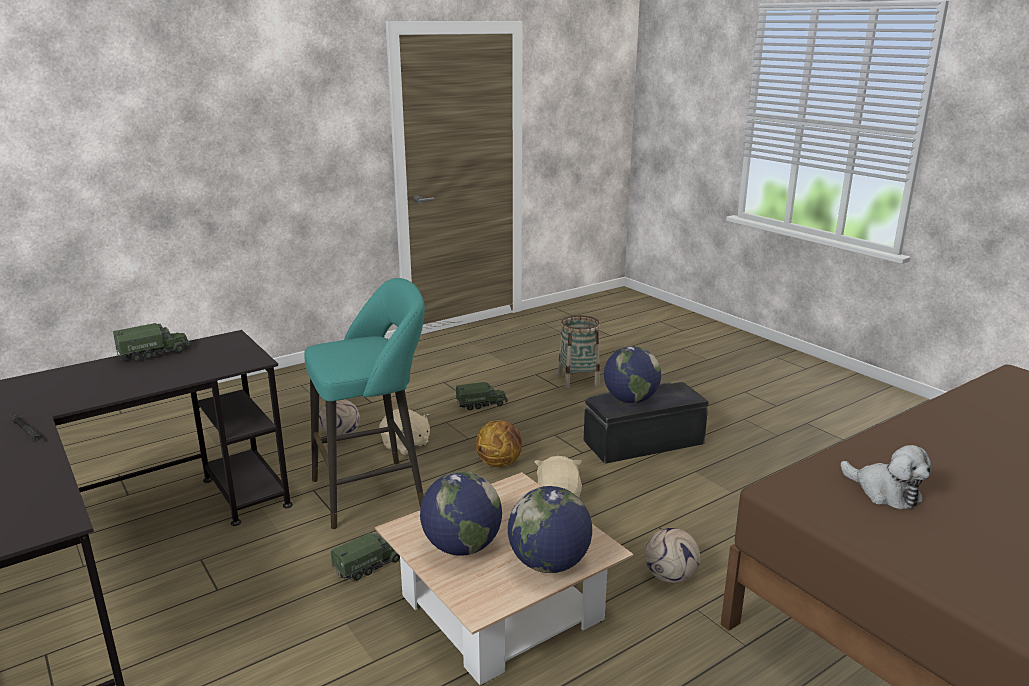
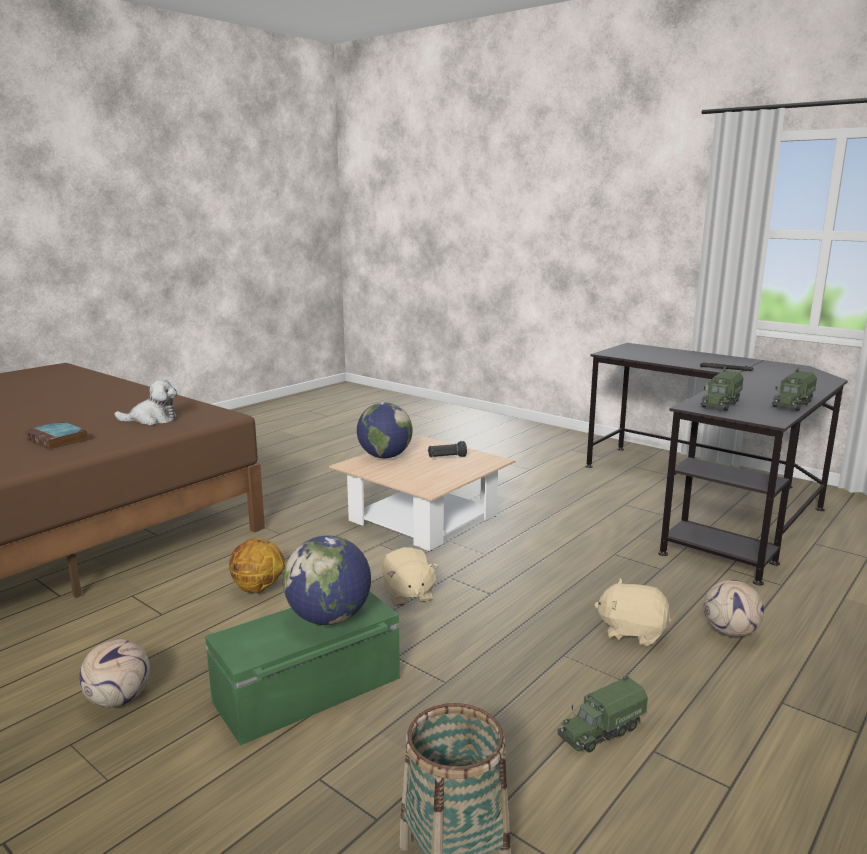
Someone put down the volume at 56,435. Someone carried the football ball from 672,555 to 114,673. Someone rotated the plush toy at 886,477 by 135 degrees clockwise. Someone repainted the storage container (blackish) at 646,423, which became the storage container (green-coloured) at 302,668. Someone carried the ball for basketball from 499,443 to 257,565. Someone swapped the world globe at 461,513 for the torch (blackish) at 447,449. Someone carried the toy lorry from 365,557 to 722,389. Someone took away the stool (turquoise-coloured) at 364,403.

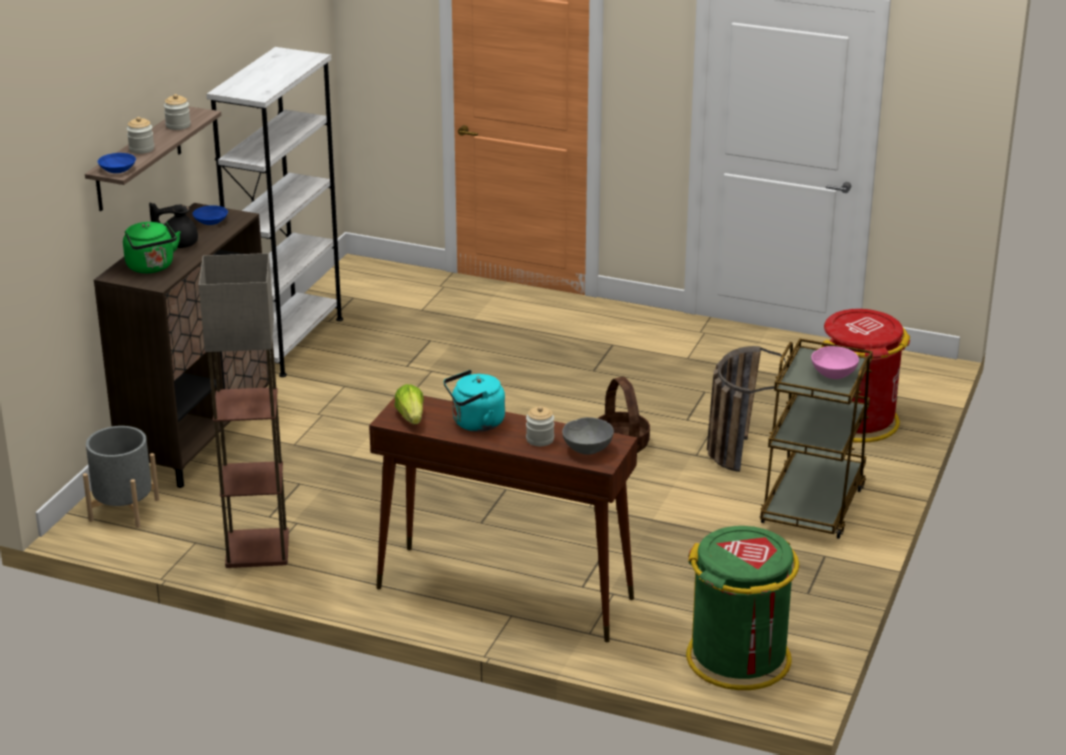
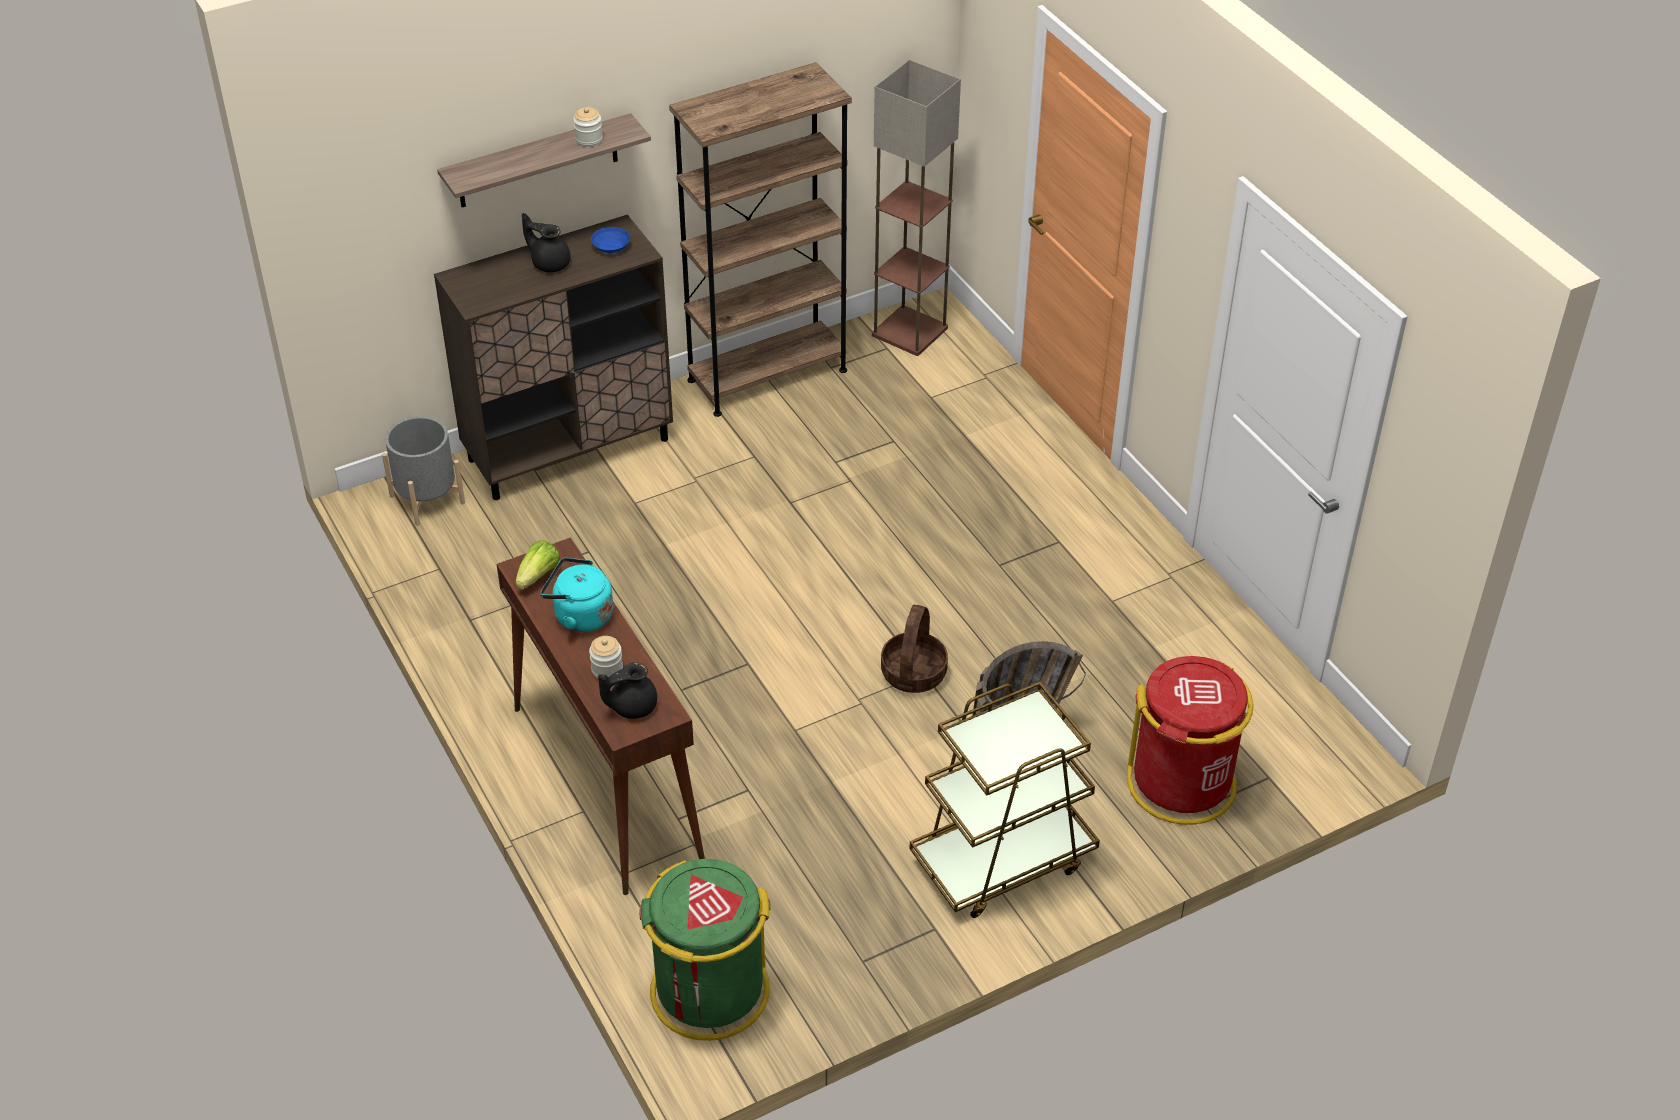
Someone swapped the deep dish (greyish) at 588,436 for the teapot (blackish) at 627,690. Someone repainted the bookshelf (white-coloured) at 274,212, which became the bookshelf (brown) at 760,239. Someone carried the floor lamp from 244,410 to 916,208. Someone took away the deep dish (blue) at 116,163. Someone took away the water kettle (green-coloured) at 151,247. Someone took away the storage jar at 140,135. Someone took away the deep dish (pink-coloured) at 835,362.

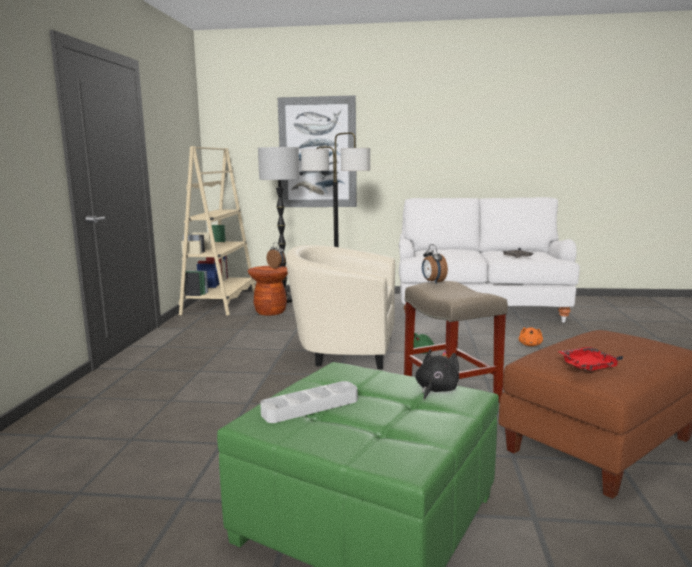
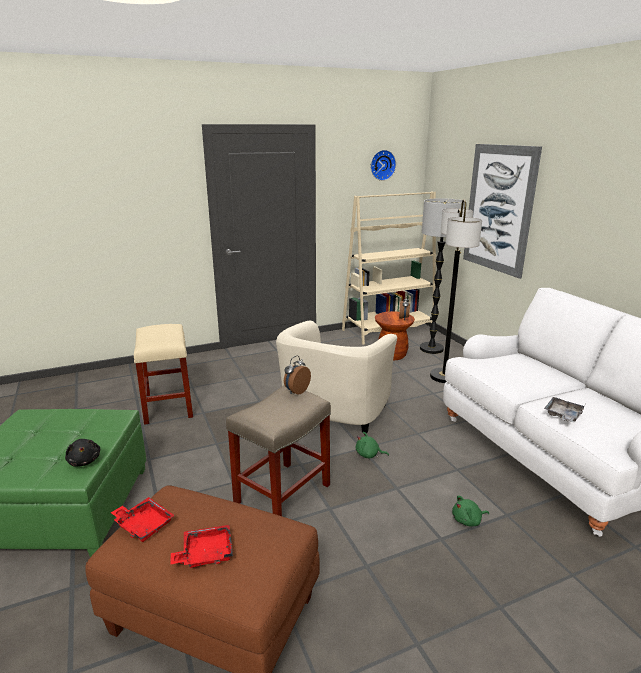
Someone rotated the plush toy (blackish) at 437,374 by 60 degrees clockwise. Someone put down the stool (sand-coloured) at 163,374. Someone put down the tray (red-coloured) at 201,546. Someone rotated the armchair (sand-coloured) at 340,307 by 135 degrees counterclockwise. Someone put up the clock on the wall at 383,165. Someone repainted the plush toy (orange) at 531,336, which became the plush toy (green-coloured) at 470,511. Someone took away the tray (greyish) at 309,402.

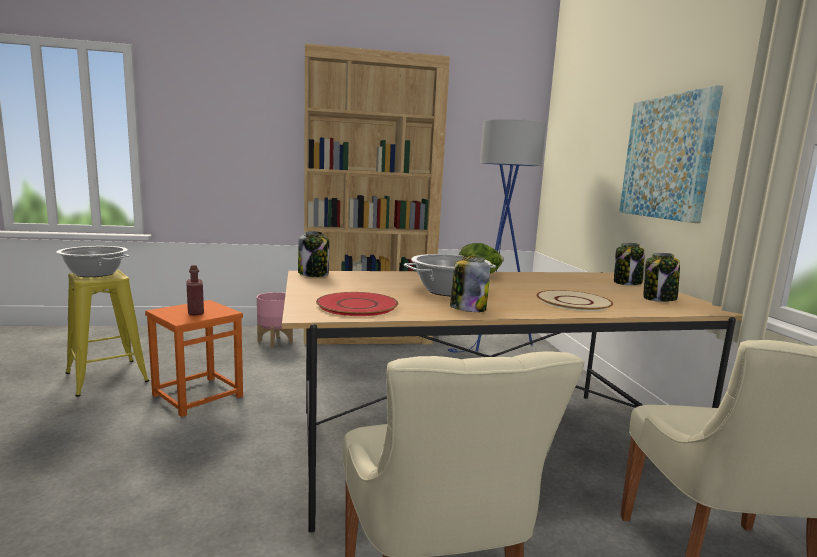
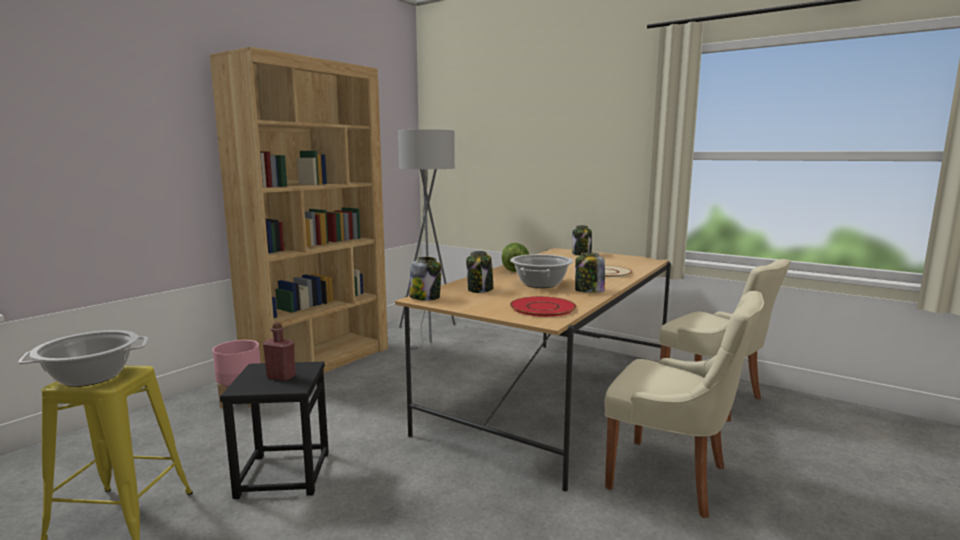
Someone repainted the stool (orange) at 194,358, which became the stool (blackish) at 274,430. Someone repainted the floor lamp (blue) at 497,235, which became the floor lamp (greyish) at 426,239. Someone carried the storage jar from 661,277 to 479,272. Someone took away the wall picture at 671,154.

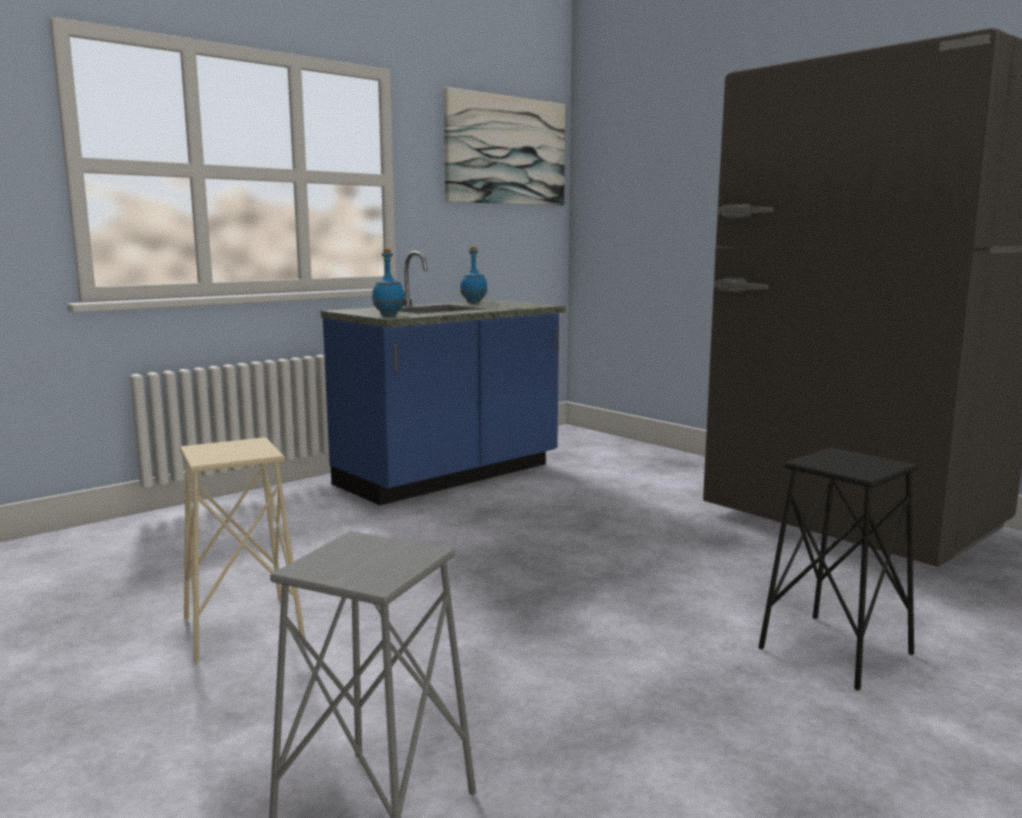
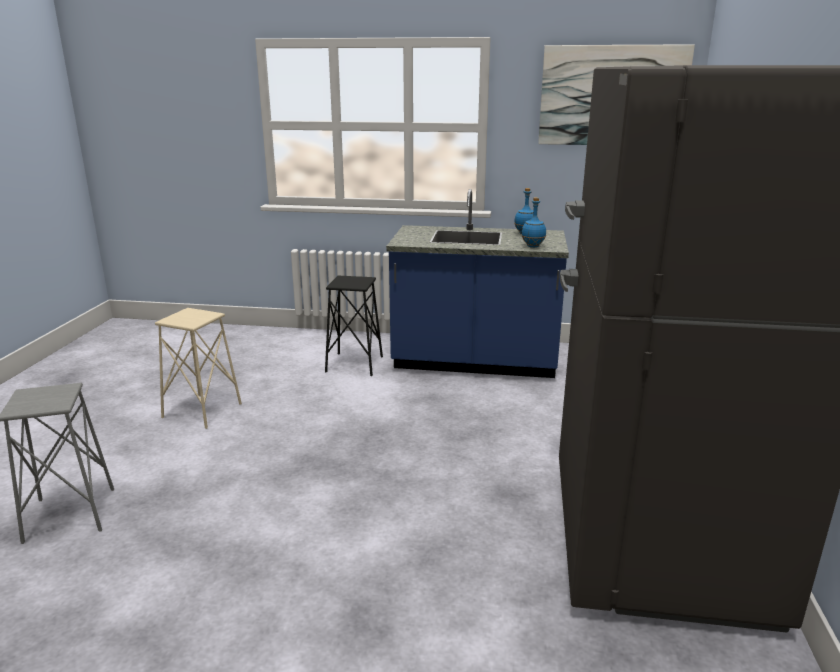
Someone carried the stool (blackish) from 838,569 to 354,326. Someone carried the bottle (blue) from 388,282 to 533,222.

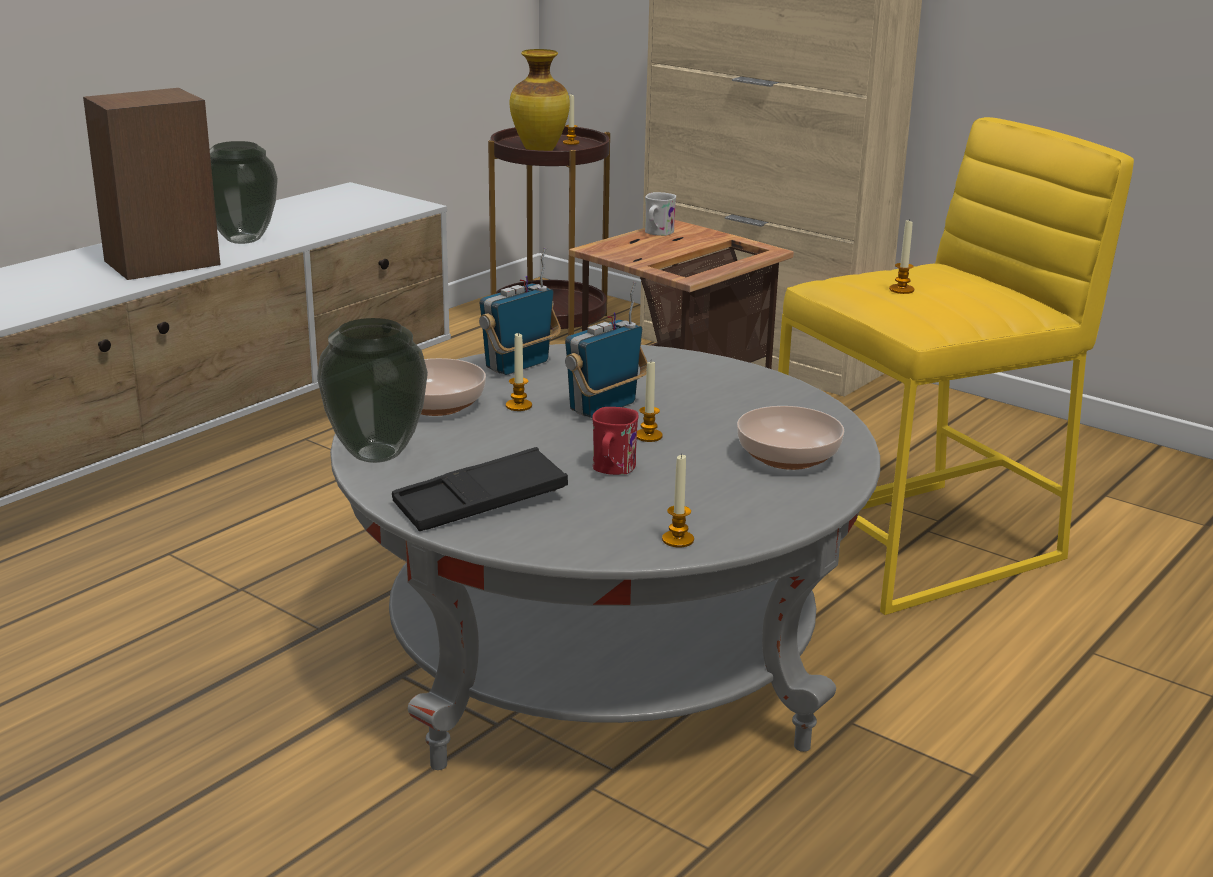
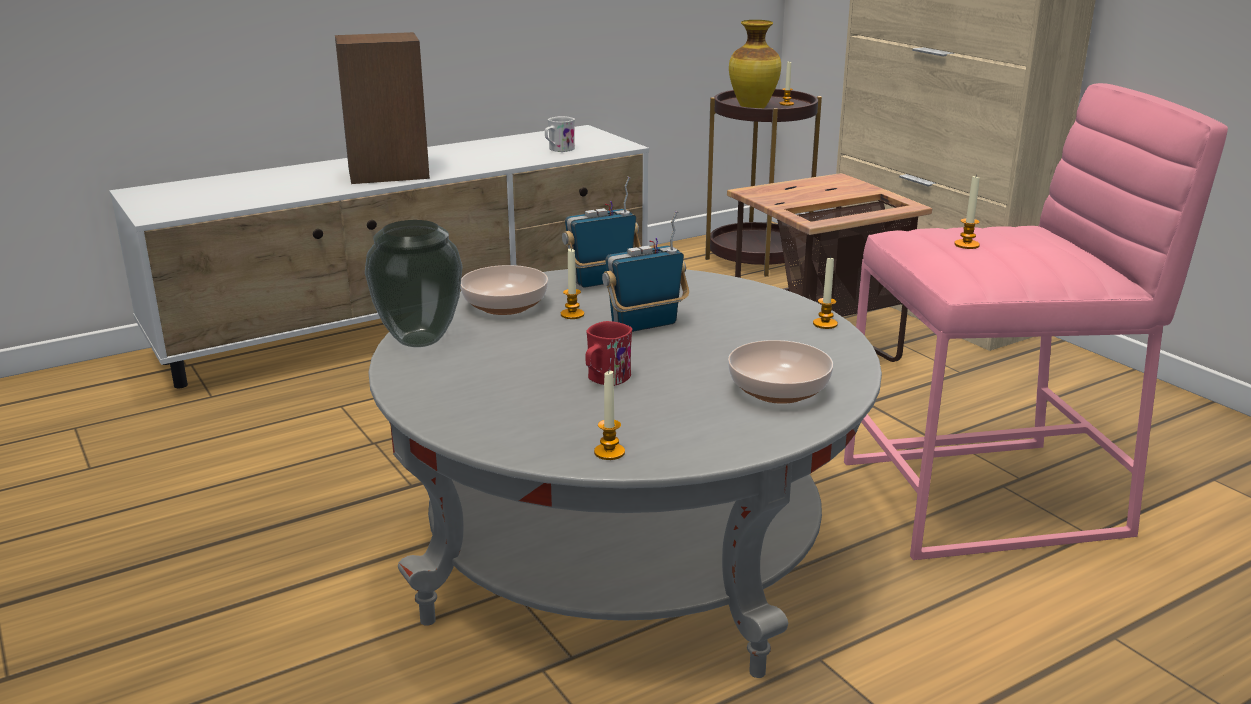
Someone carried the coffee mug (white-coloured) from 660,214 to 560,134. Someone carried the wax candle from 650,402 to 825,292. Someone repainted the stool (yellowish) at 956,366, which became the stool (pink-coloured) at 1036,321. Someone took away the vase at 244,192. Someone took away the tray (blackish) at 480,489.

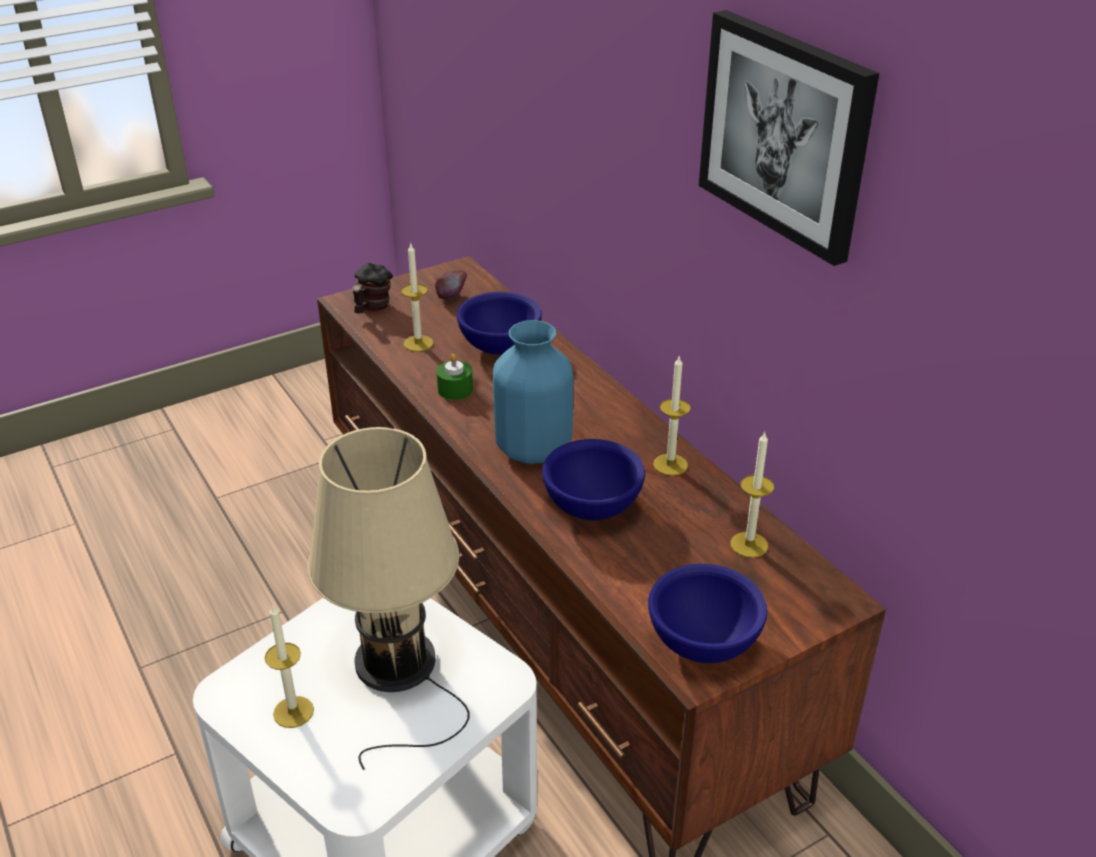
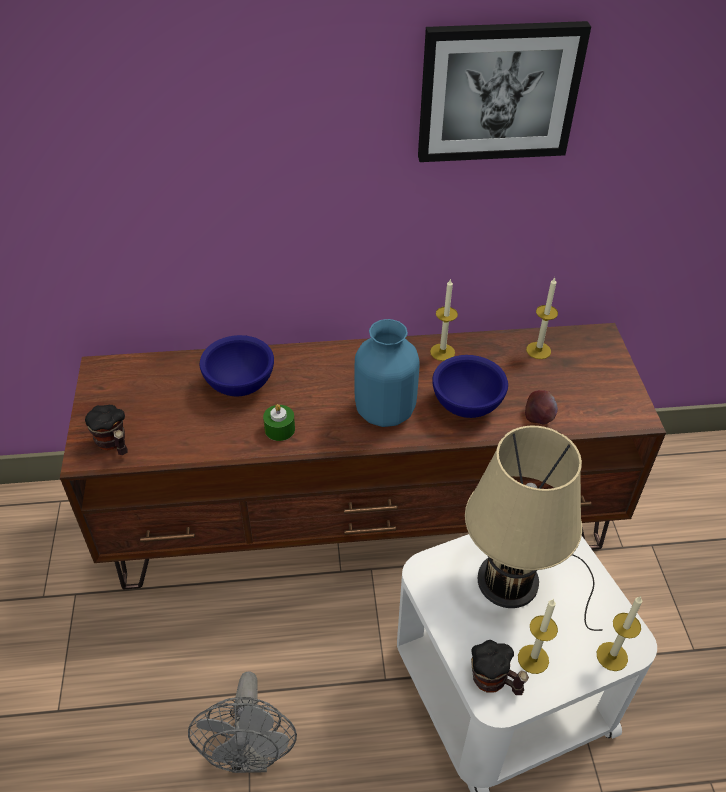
Someone put down the electric fan (greyish) at 242,722. Someone put down the coffee mug at 500,667. Someone carried the apple from 451,284 to 541,407. Someone carried the wax candle from 417,298 to 619,633. Someone took away the deep dish (blue) at 707,613.

